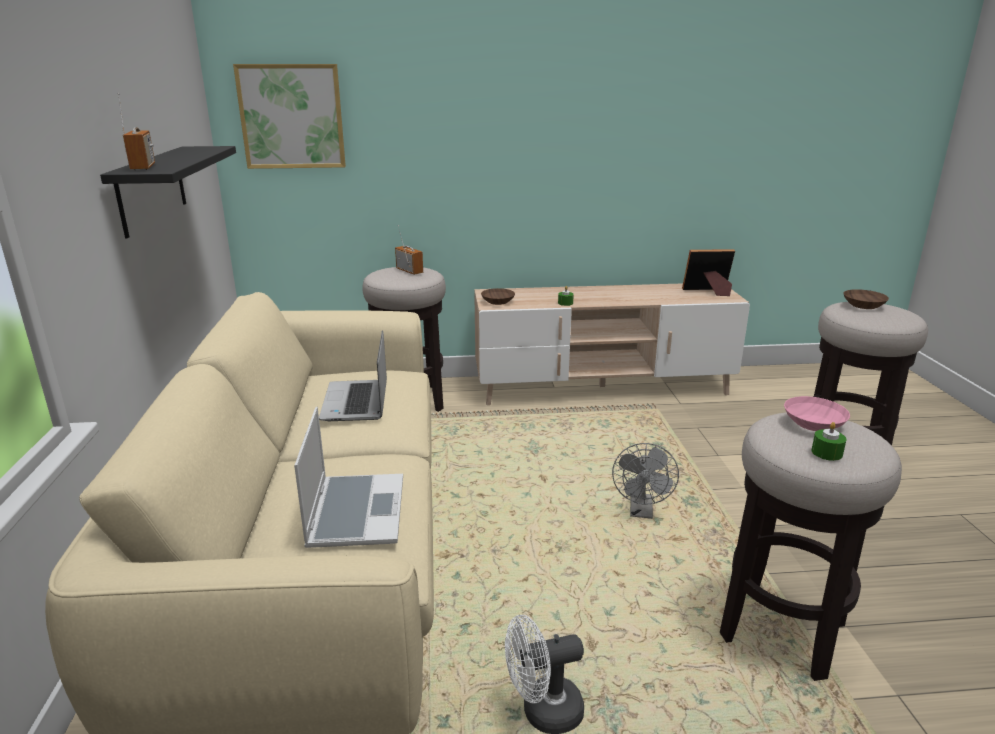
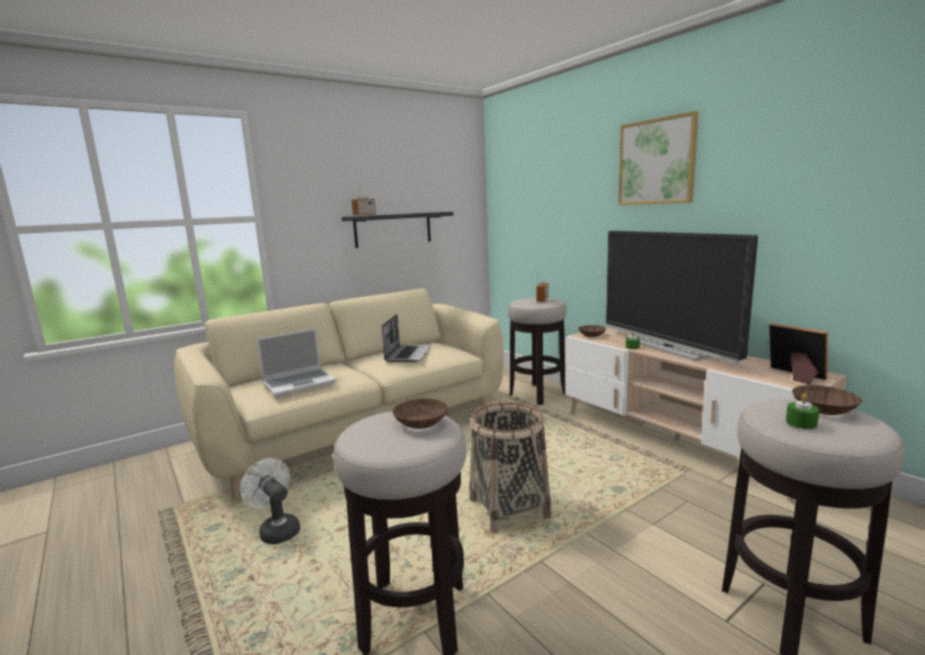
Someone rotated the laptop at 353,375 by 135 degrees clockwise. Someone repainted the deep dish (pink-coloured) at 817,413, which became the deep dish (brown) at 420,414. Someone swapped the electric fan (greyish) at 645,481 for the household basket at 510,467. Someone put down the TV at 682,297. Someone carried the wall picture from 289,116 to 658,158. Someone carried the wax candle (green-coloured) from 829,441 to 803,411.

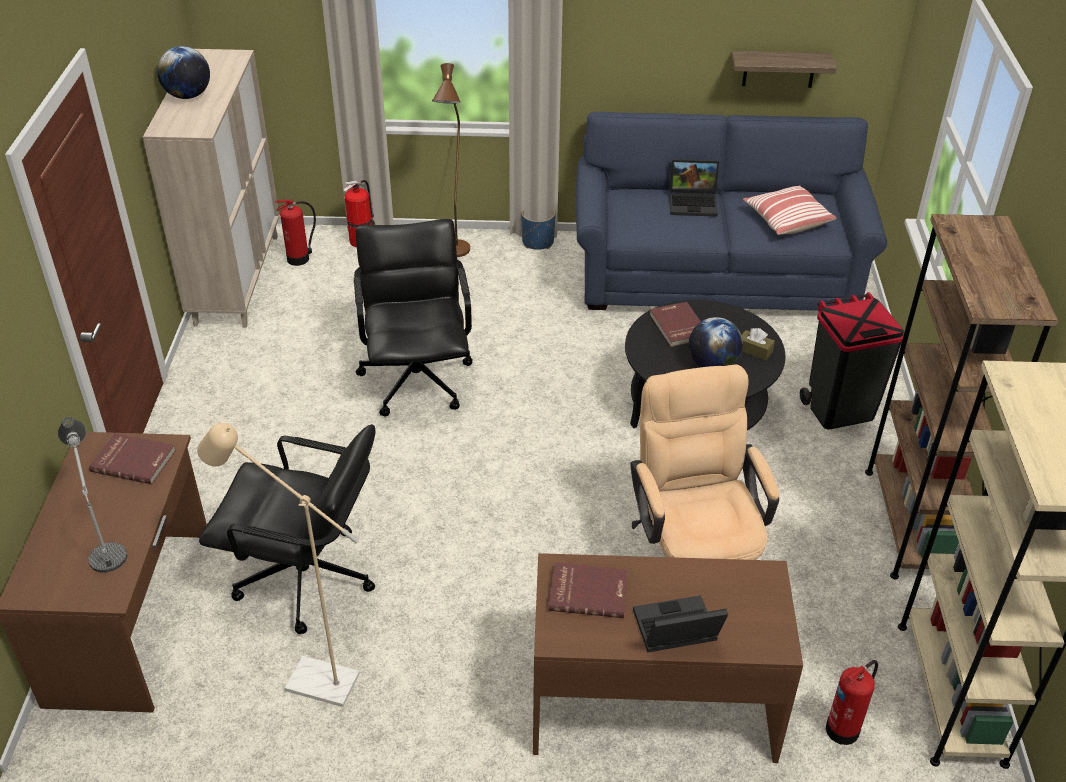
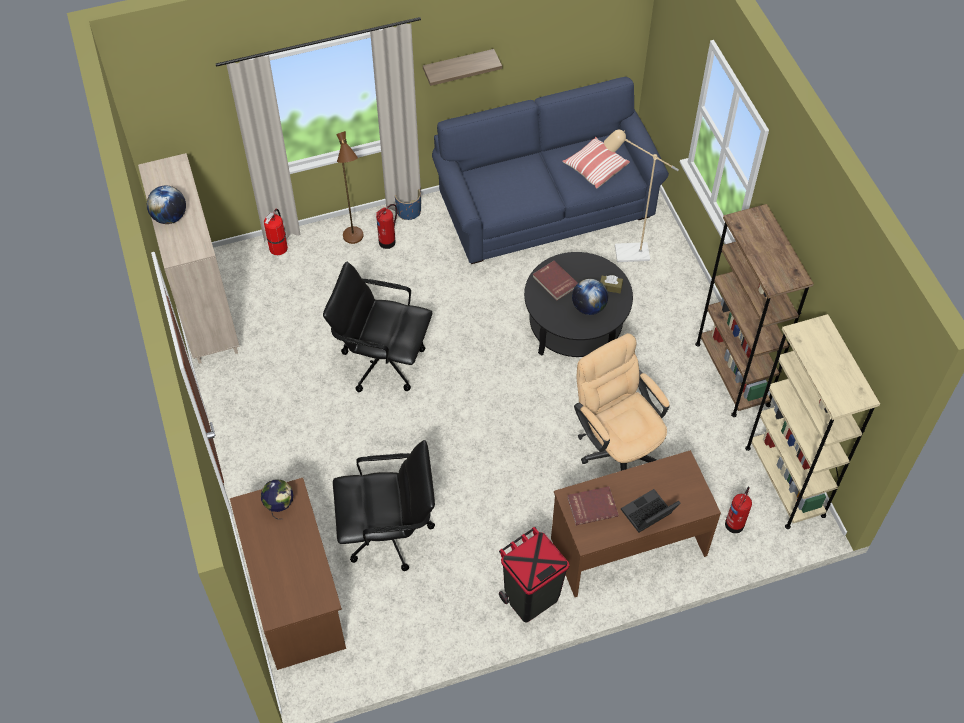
Someone swapped the volume (red-coloured) at 132,458 for the world globe at 277,499. Someone rotated the computer chair (blackish) at 413,318 by 45 degrees counterclockwise. Someone carried the fire-fighting cylinder from 295,233 to 386,226. Someone carried the wall shelf from 784,69 to 462,67. Someone carried the trash can (blackish) from 852,360 to 534,574. Someone carried the floor lamp (sand-coloured) from 278,565 to 641,196. Someone took away the tabletop lamp at 92,494. Someone took away the laptop at 694,188.

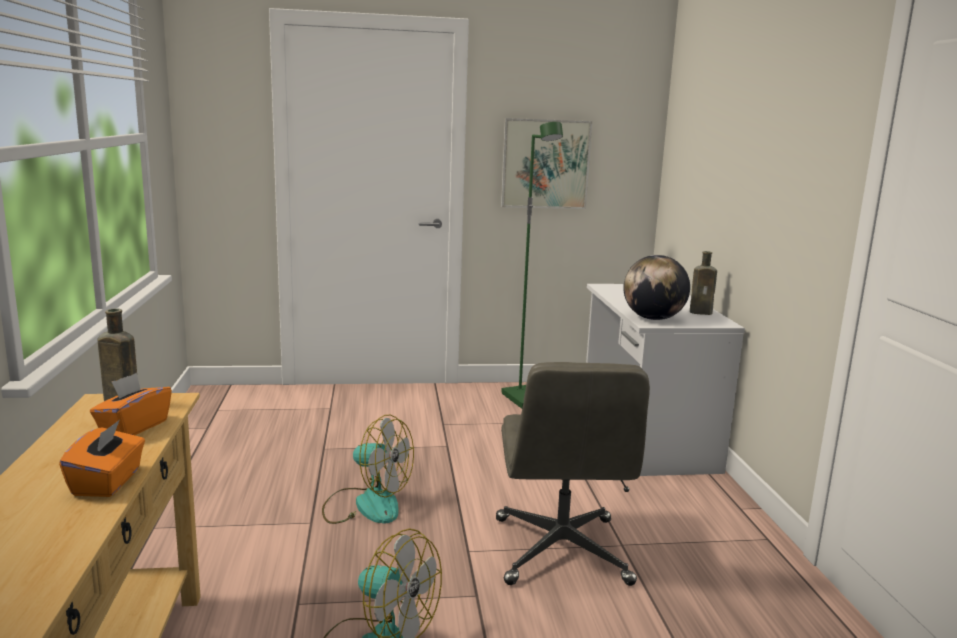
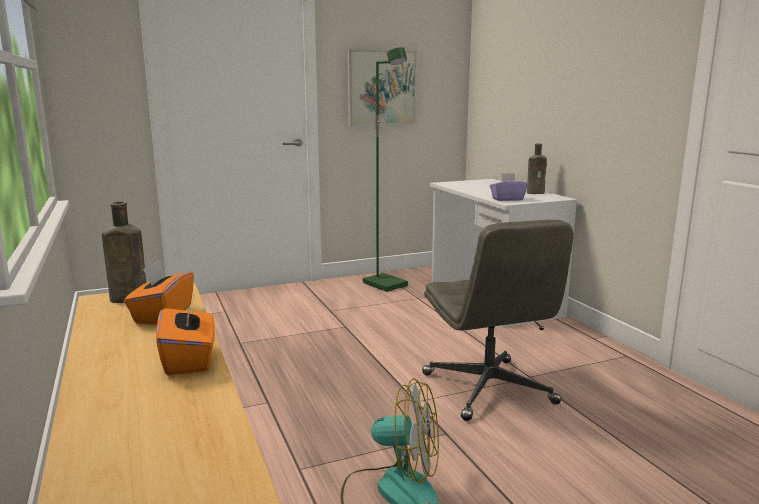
Someone swapped the world globe at 656,287 for the tissue holder (purple) at 509,187. Someone took away the electric fan at 368,469.

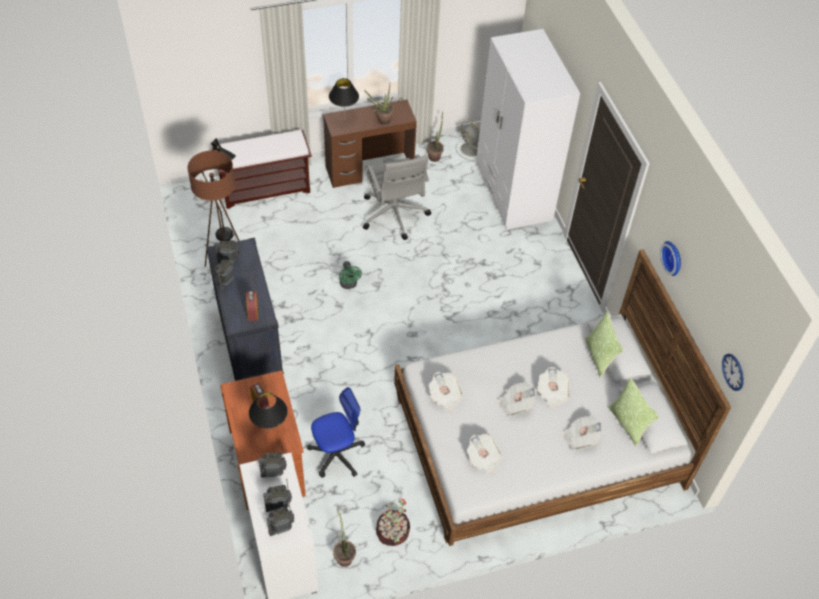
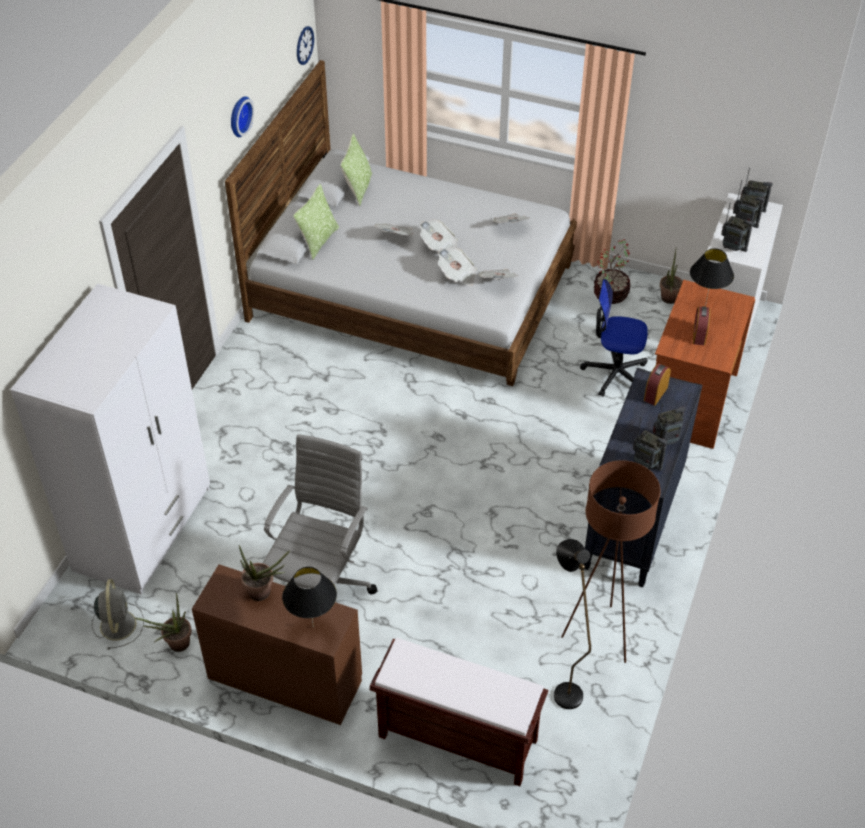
Someone carried the newspaper from 582,433 to 457,266. Someone took away the electric fan (green-coloured) at 350,275.

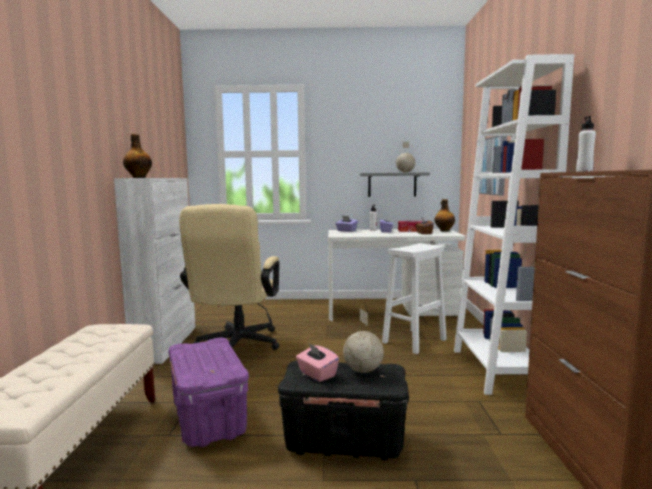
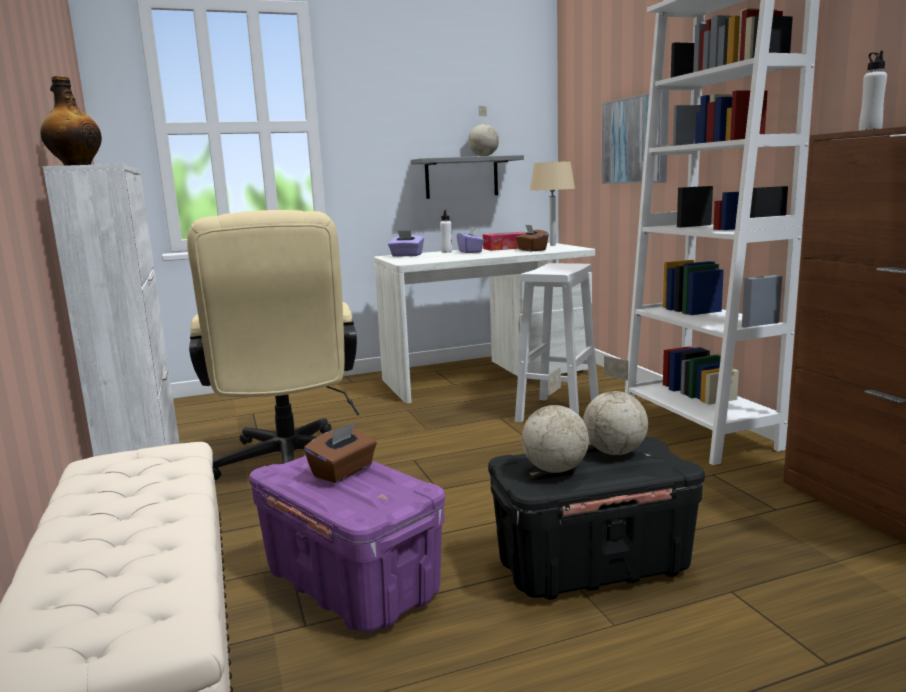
Someone put down the tissue holder (brown) at 340,452. Someone swapped the tissue holder (pink-coloured) at 317,362 for the world globe at 555,420. Someone swapped the bottle at 444,215 for the tabletop lamp (sand-coloured) at 552,203.

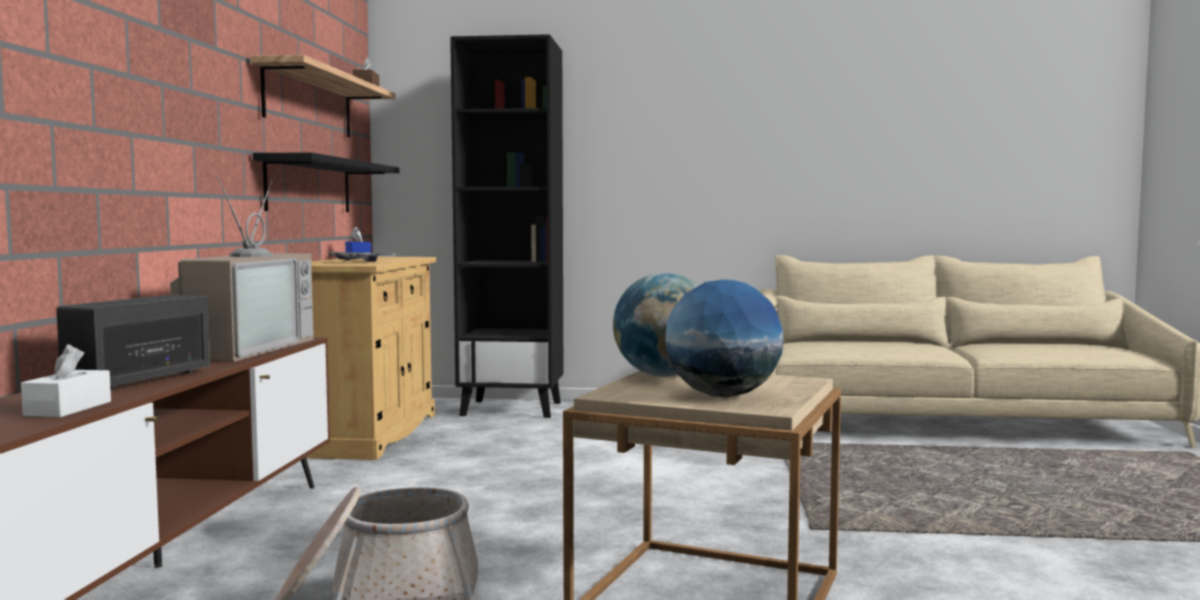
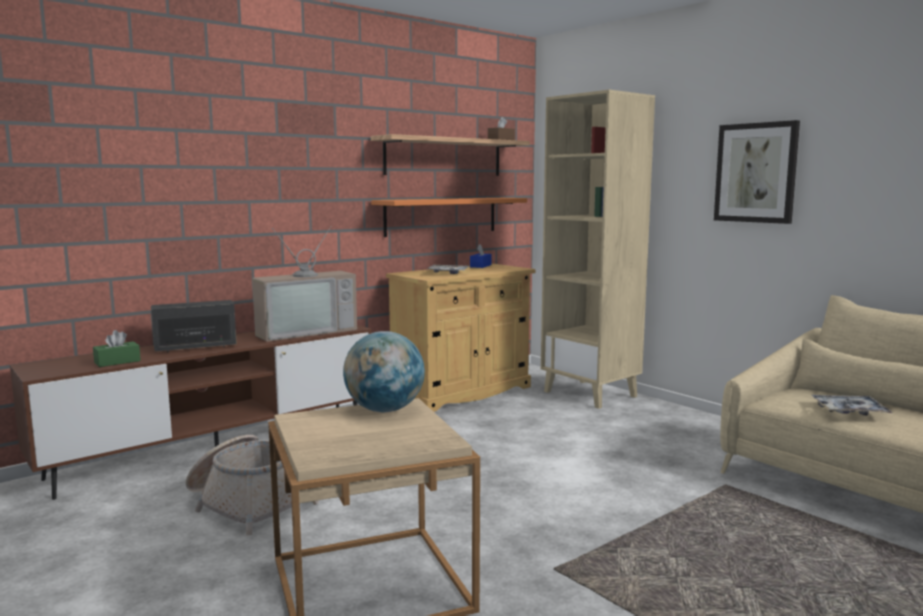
Someone repainted the tissue holder (white-coloured) at 66,380, which became the tissue holder (green-coloured) at 117,348. Someone repainted the wall shelf (blackish) at 326,182, which became the wall shelf (orange) at 449,217. Someone repainted the bookshelf (blackish) at 506,226, which became the bookshelf (sand-coloured) at 598,249. Someone put up the wall picture at 757,172. Someone put down the tray at 852,405. Someone took away the world globe at 724,338.

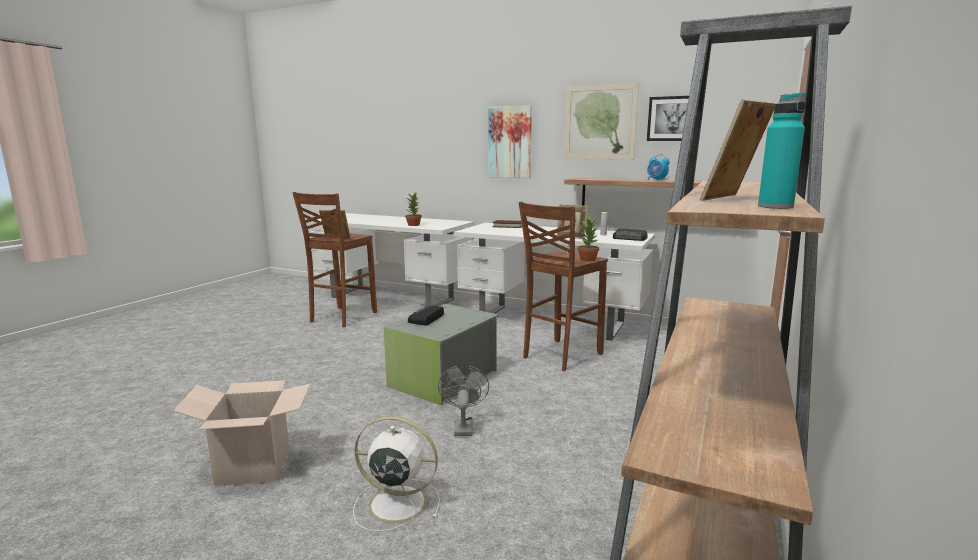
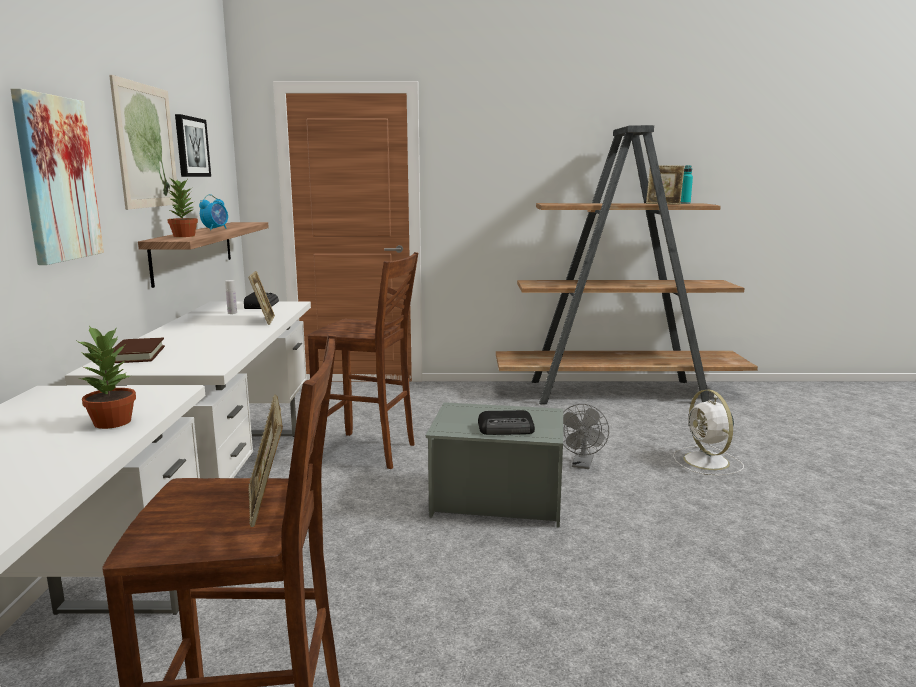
Someone carried the plant in a pot from 588,239 to 182,207. Someone rotated the electric fan (greyish) at 463,400 by 45 degrees counterclockwise. Someone took away the cardboard box at 241,433.

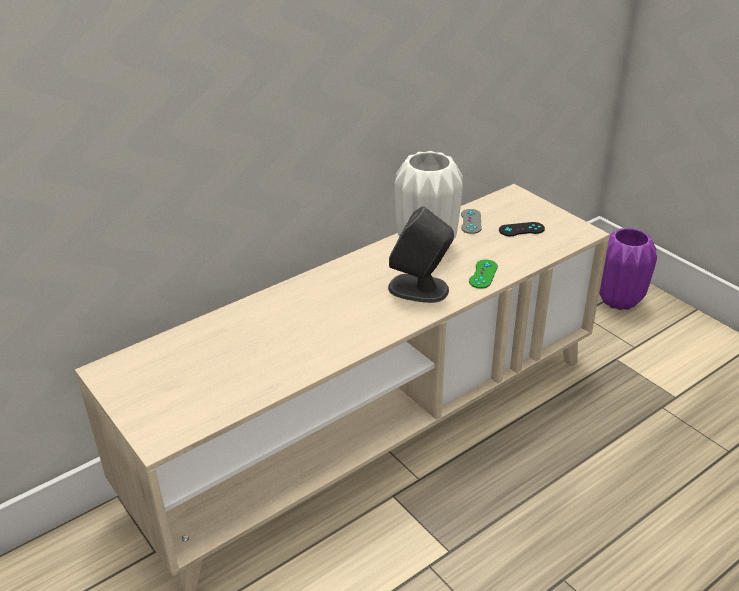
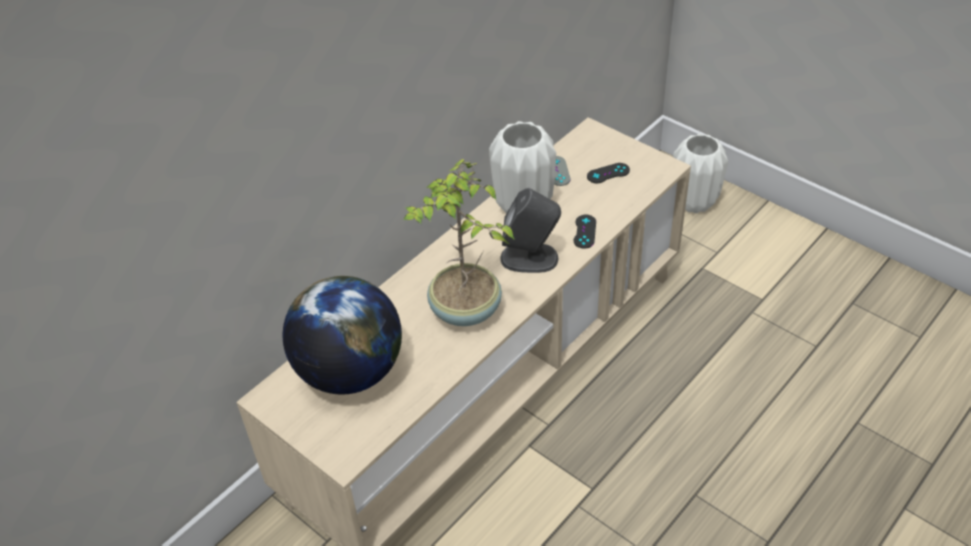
Someone put down the world globe at 342,335. Someone put down the plant in a pot at 459,242. Someone repainted the joypad (green-coloured) at 483,274, which became the joypad (blackish) at 584,232. Someone repainted the vase (purple) at 628,269, which became the vase (white-coloured) at 700,173.

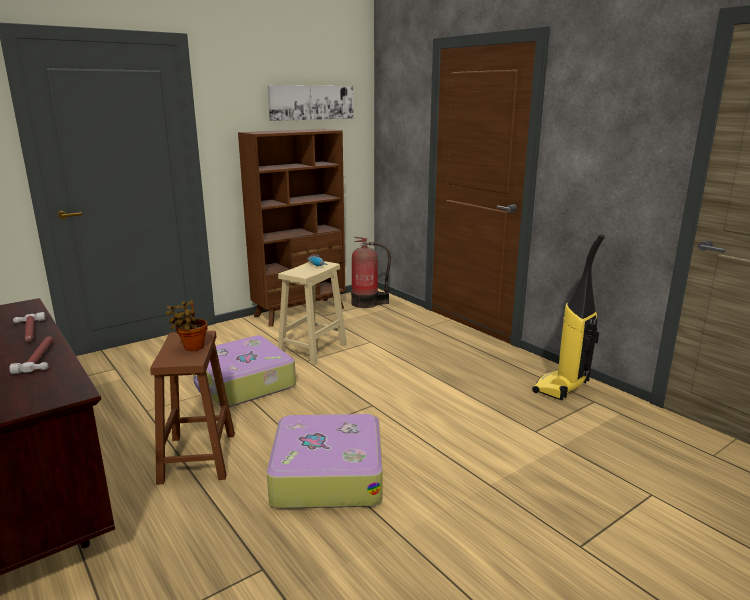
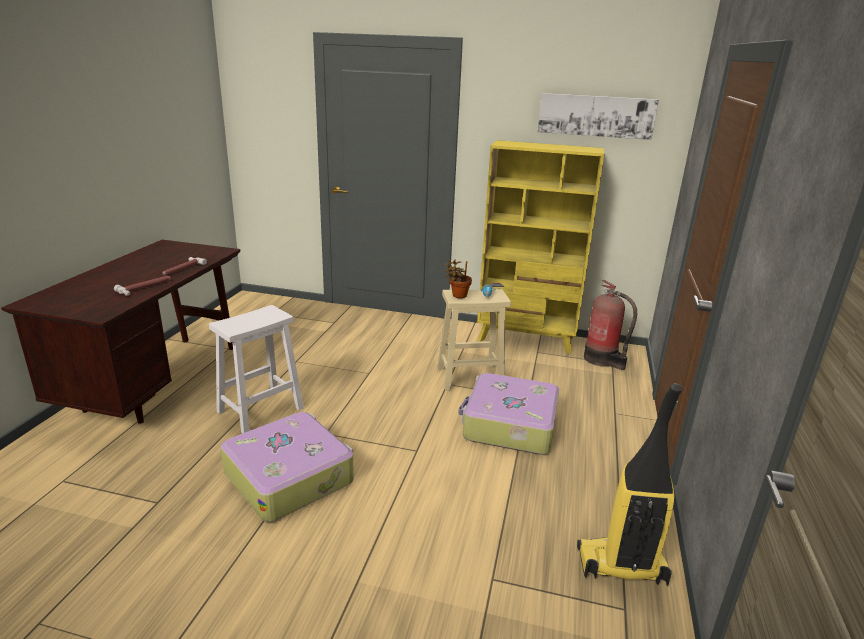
Someone repainted the stool (brown) at 192,408, which became the stool (white-coloured) at 256,369. Someone carried the plant in a pot from 186,325 to 458,279. Someone carried the suitcase from 244,371 to 509,413. Someone repainted the bookshelf (brown) at 291,228, which became the bookshelf (yellowish) at 540,247.

